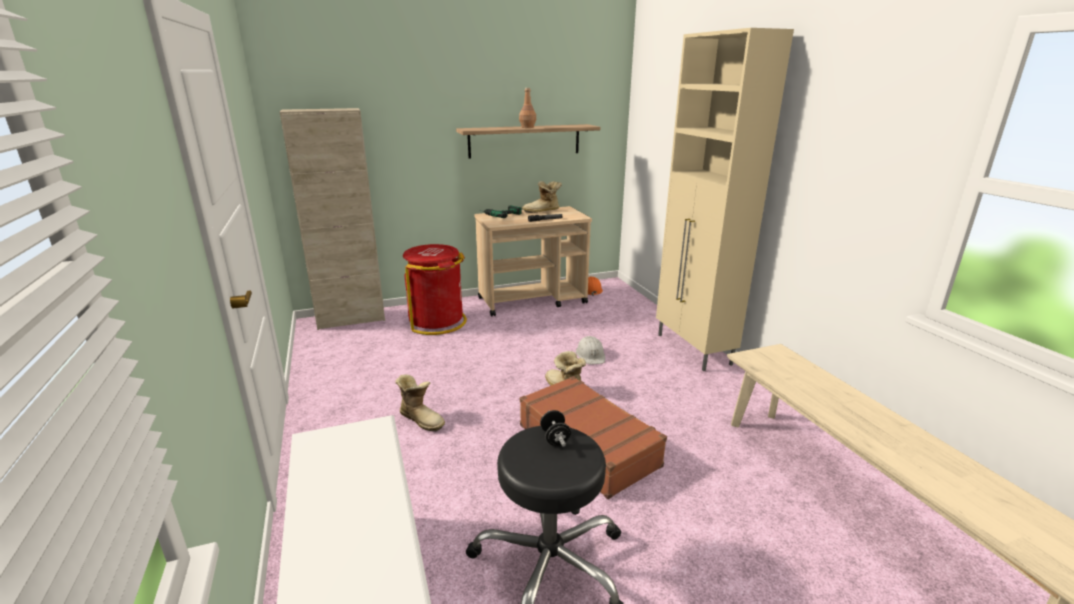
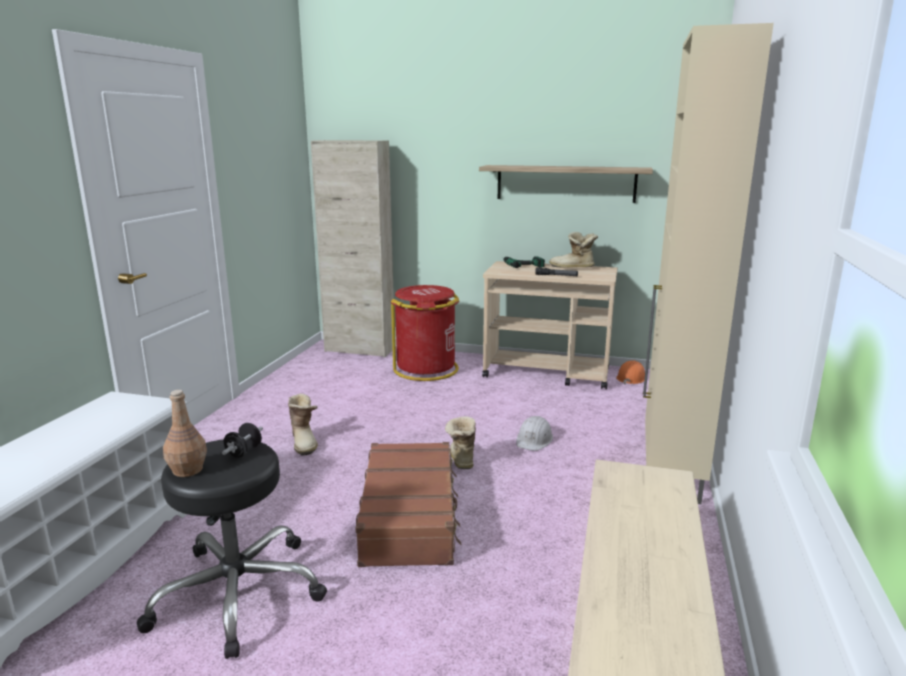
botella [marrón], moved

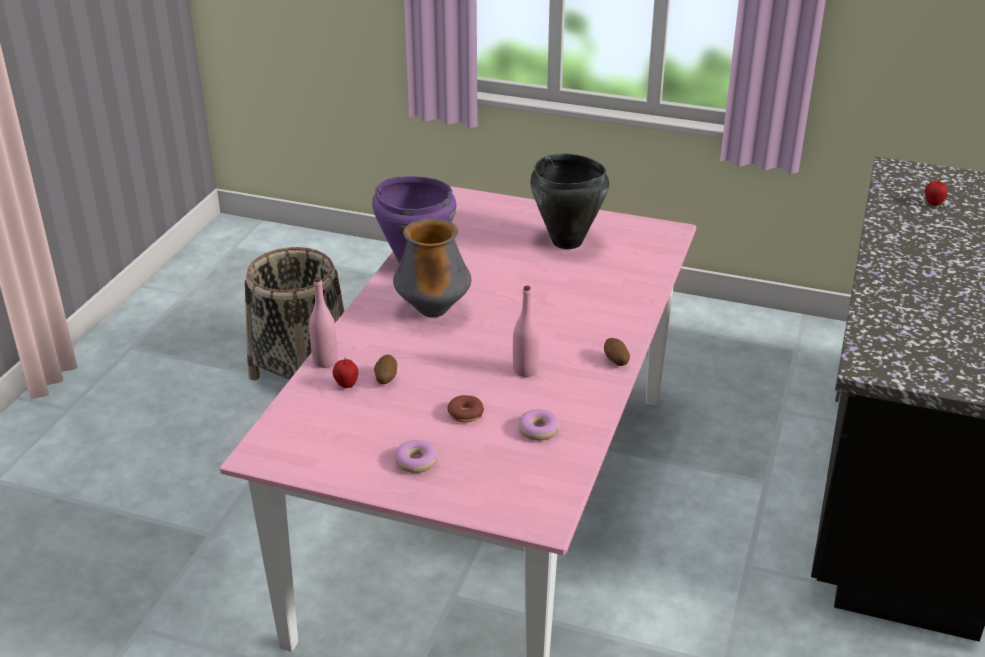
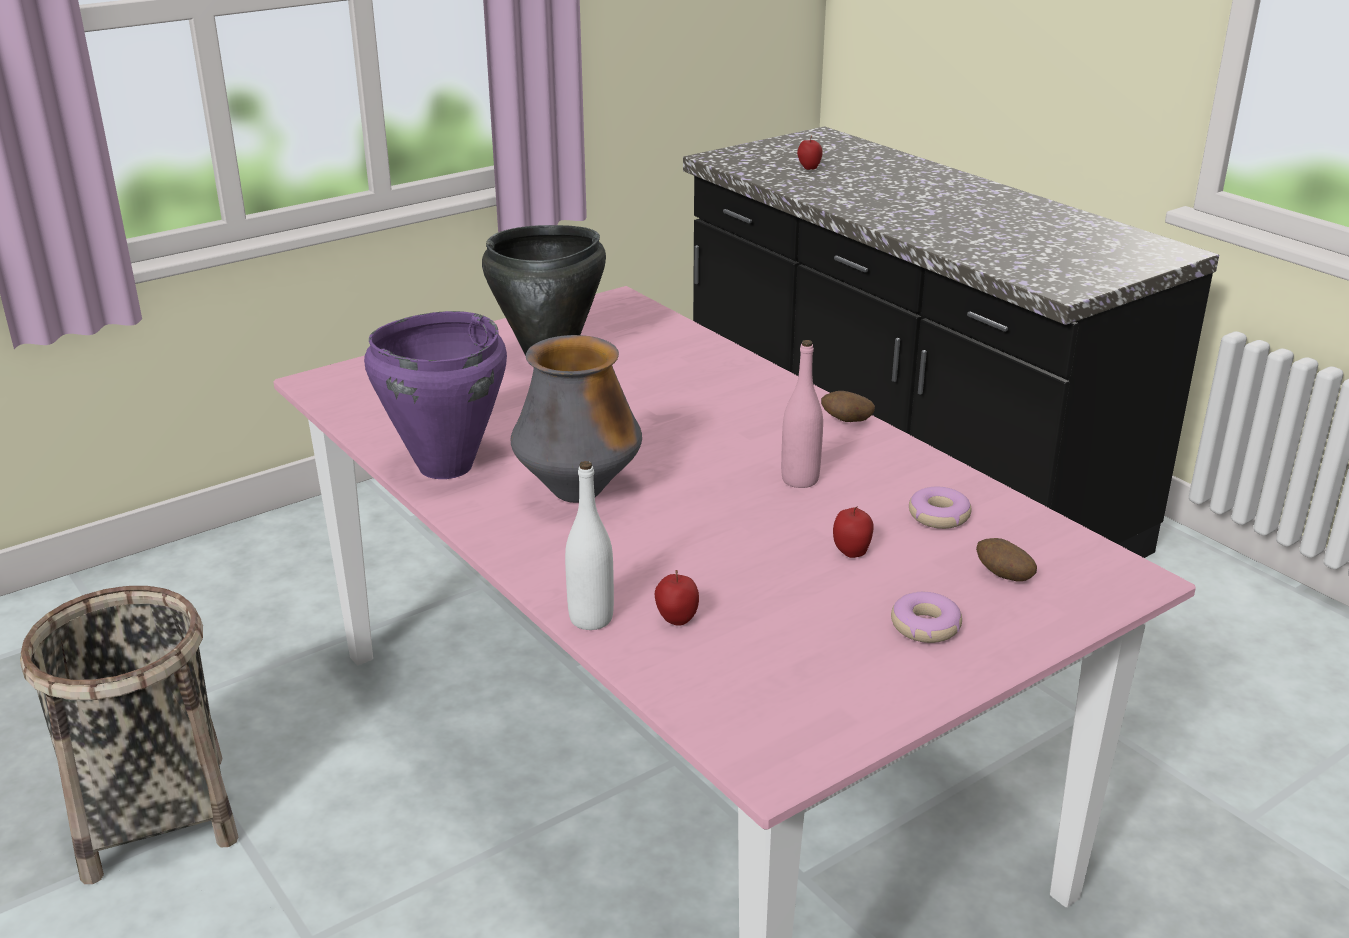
patata (1st from left in the first image) => patata (2nd from left), moved
rosquilla (2nd from left) => manzana (3rd from left)
botella [rosa] (1st from left) => botella [blanco]

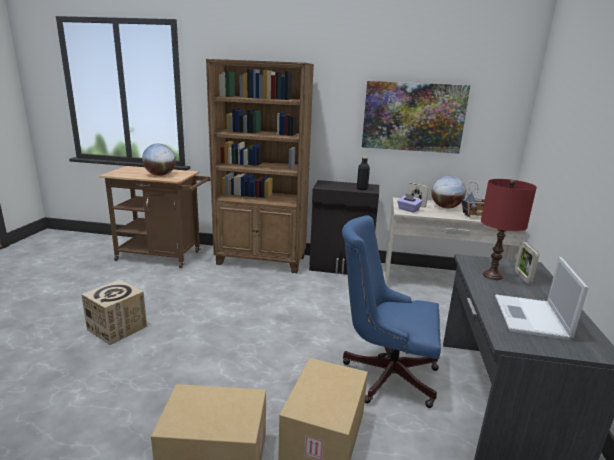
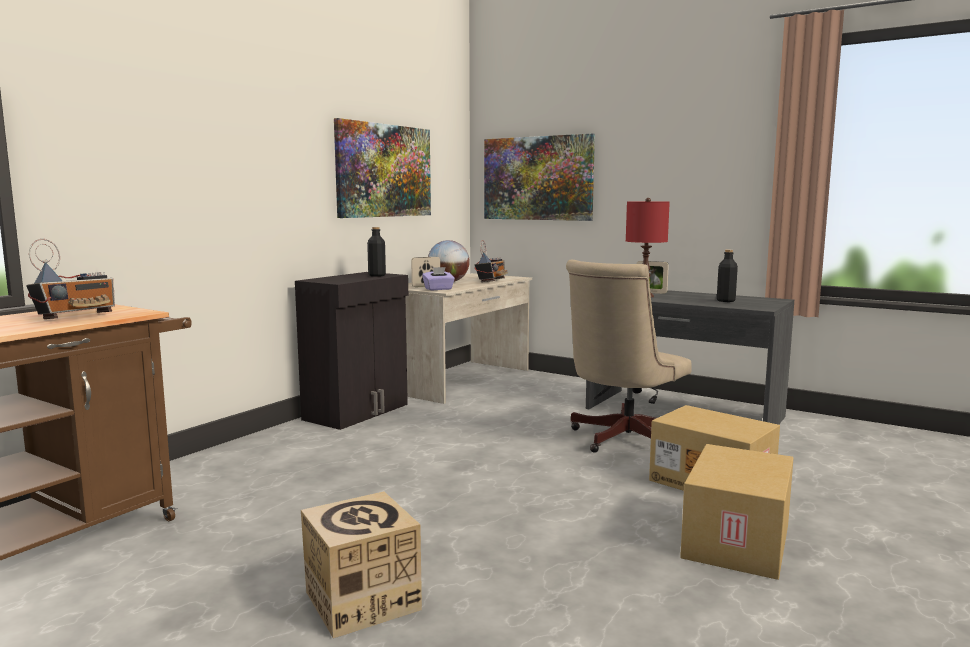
estantería [marrón] => nothing
nothing => cuadro (2nd from left)
globo terráqueo (1st from left) => radio (1st from left)
portátil => botella [negro] (2nd from left)
silla de oficina [azul] => silla de oficina [beis]

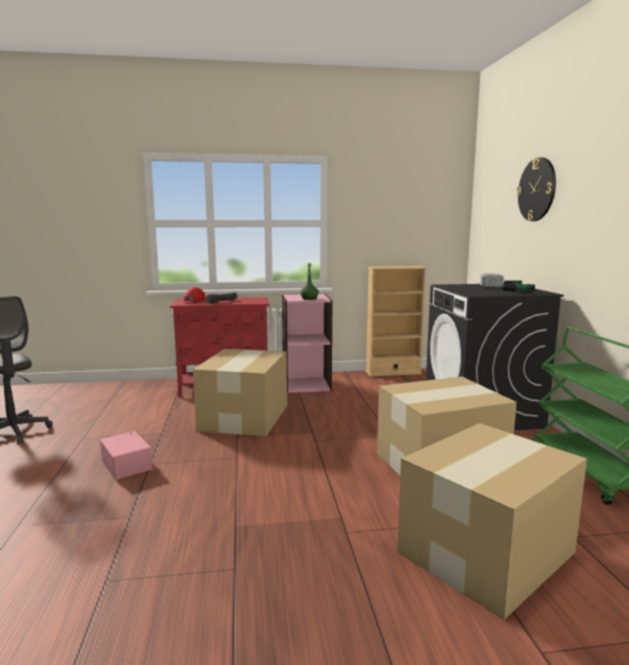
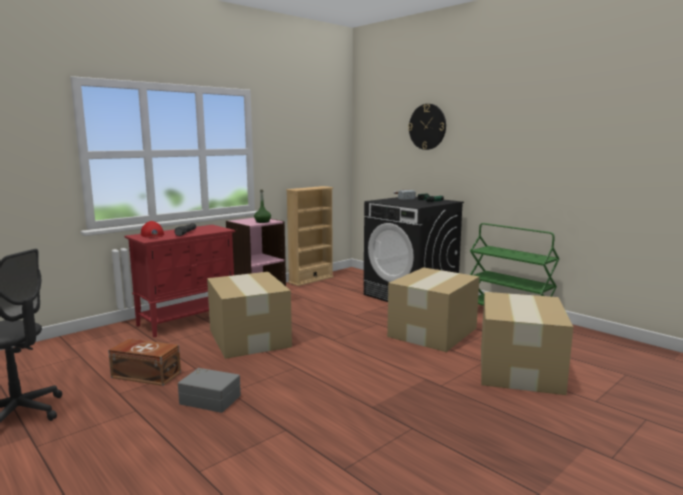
nothing => caja de almacenaje [marrón]
caja de almacenaje [rosa] => caja de almacenaje [gris]

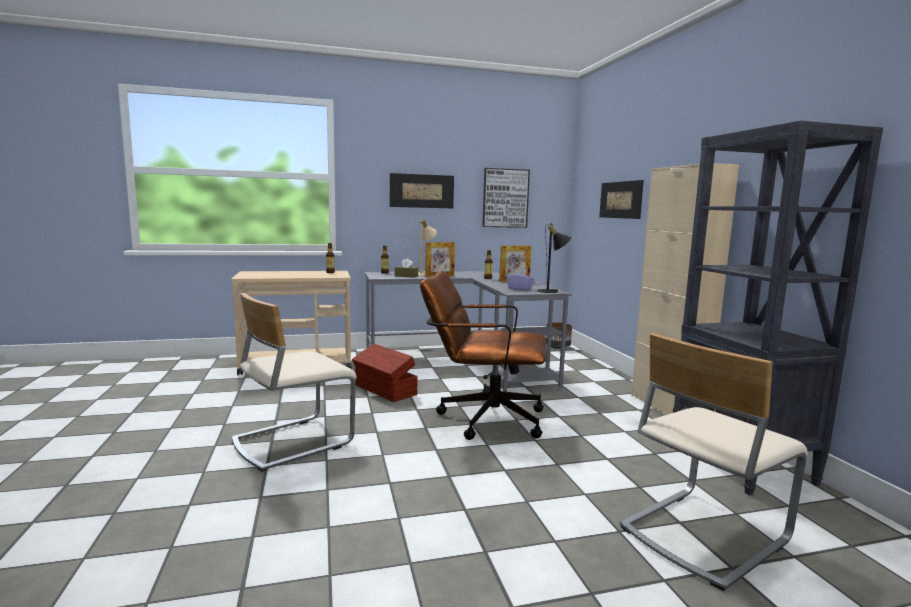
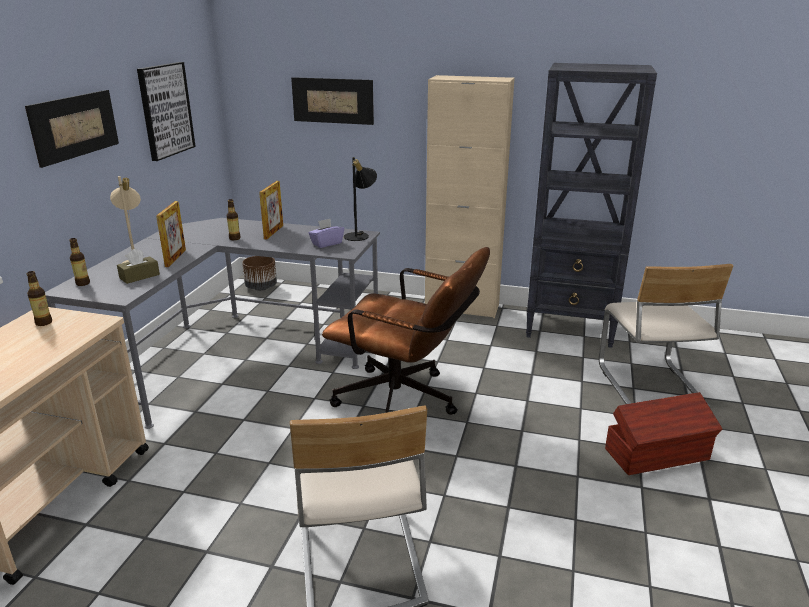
caja de almacenaje [marrón], moved
silla de oficina [marrón], 105 degrees counterclockwise

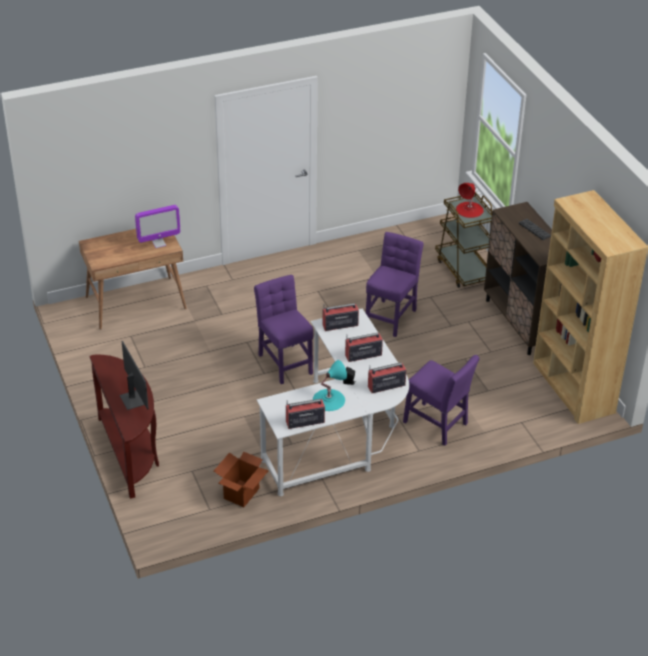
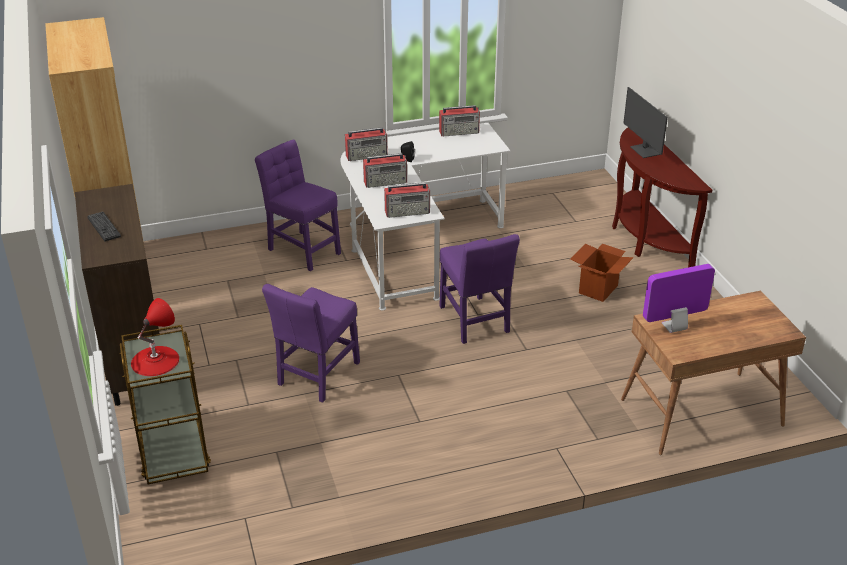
lámpara de mesa [turquesa] => nothing
caja de cartón, moved

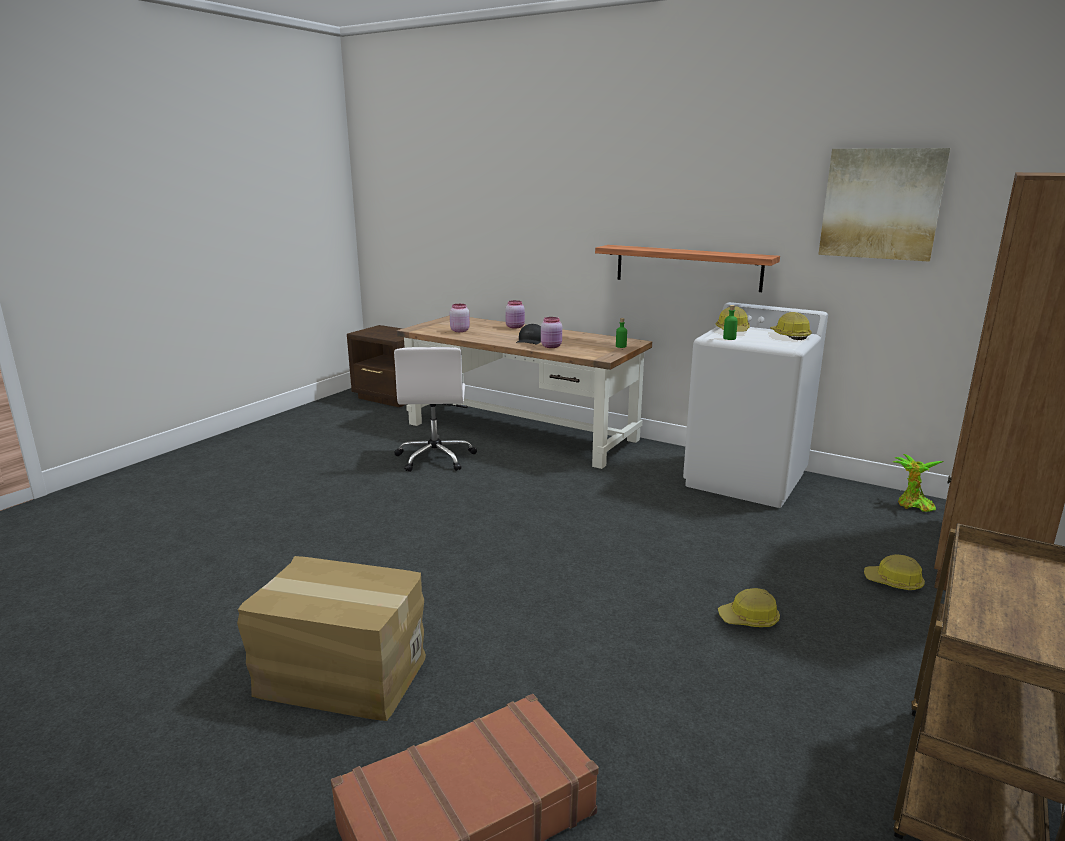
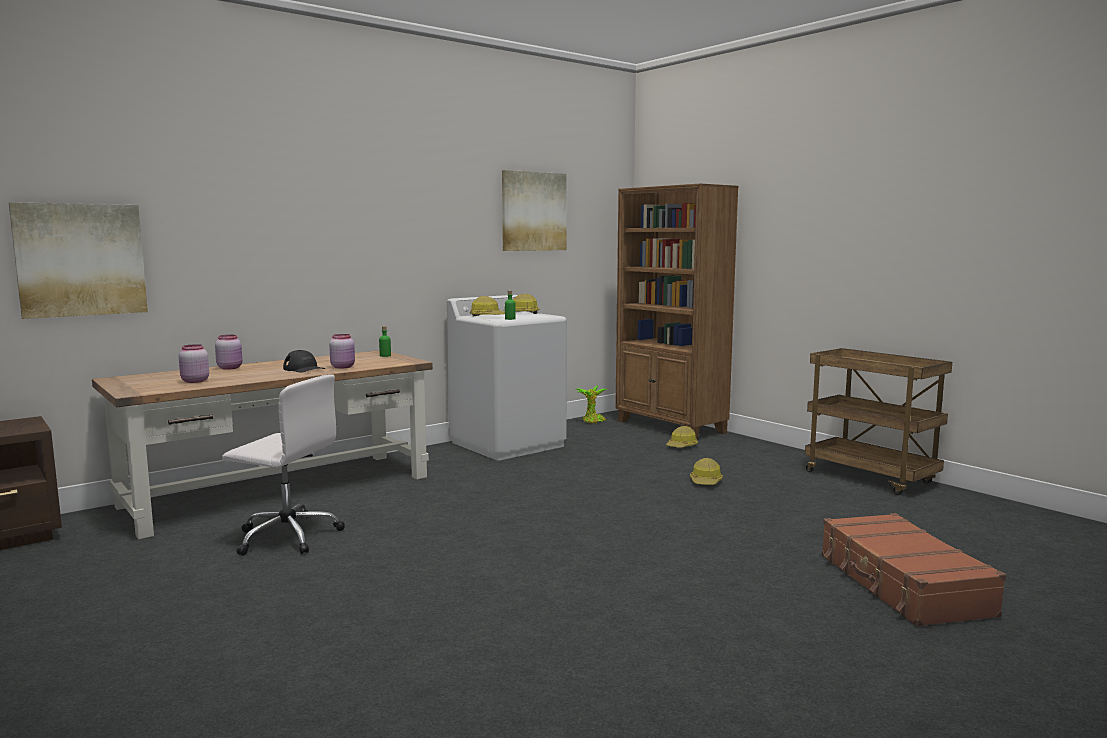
caja de cartón => nothing
estante => nothing
nothing => cuadro (1st from left)

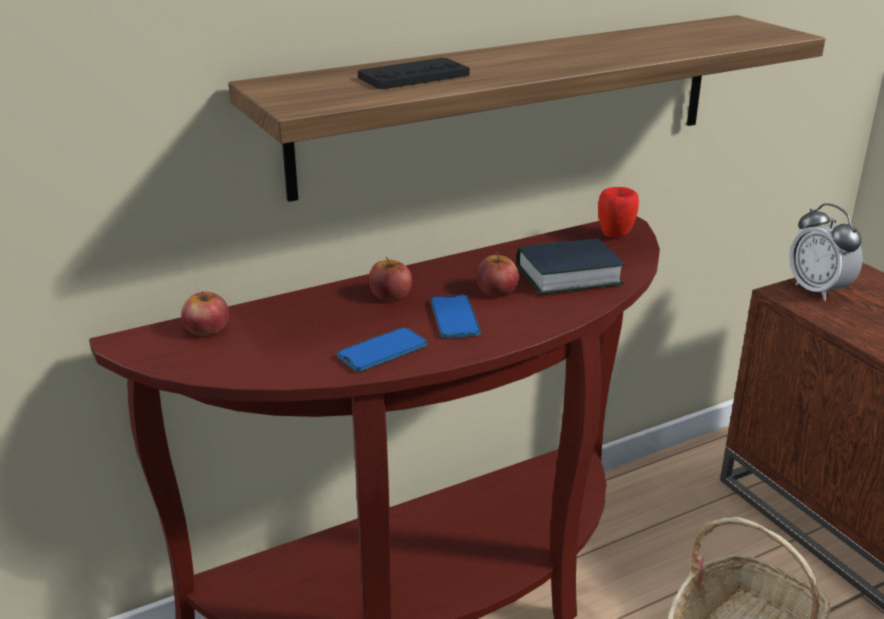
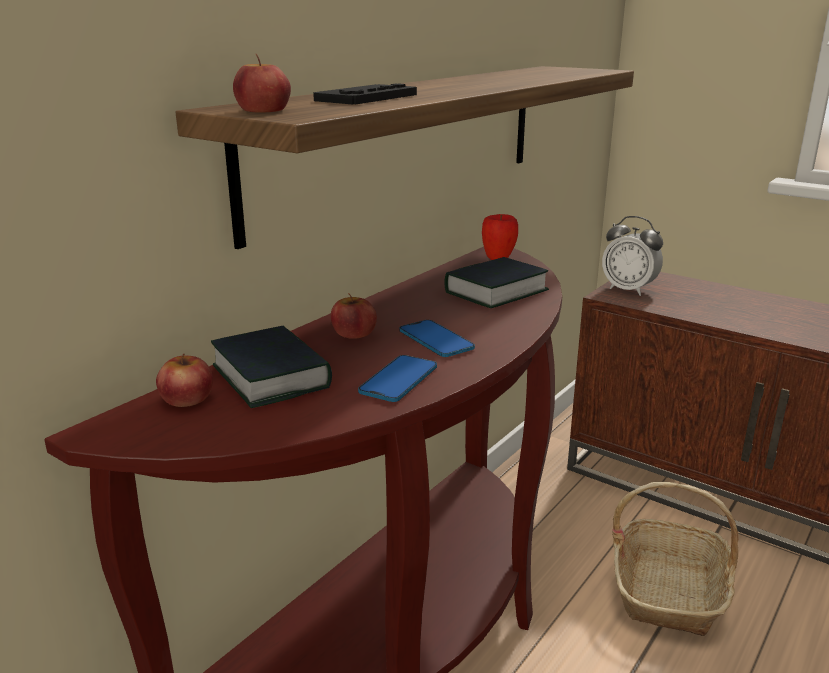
nothing => libro (1st from left)
manzana (3rd from left in the first image) => manzana (2nd from left), moved

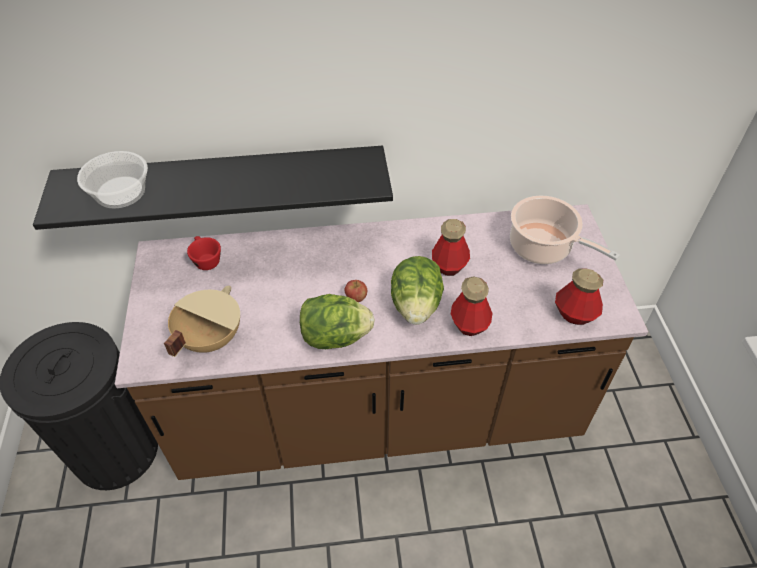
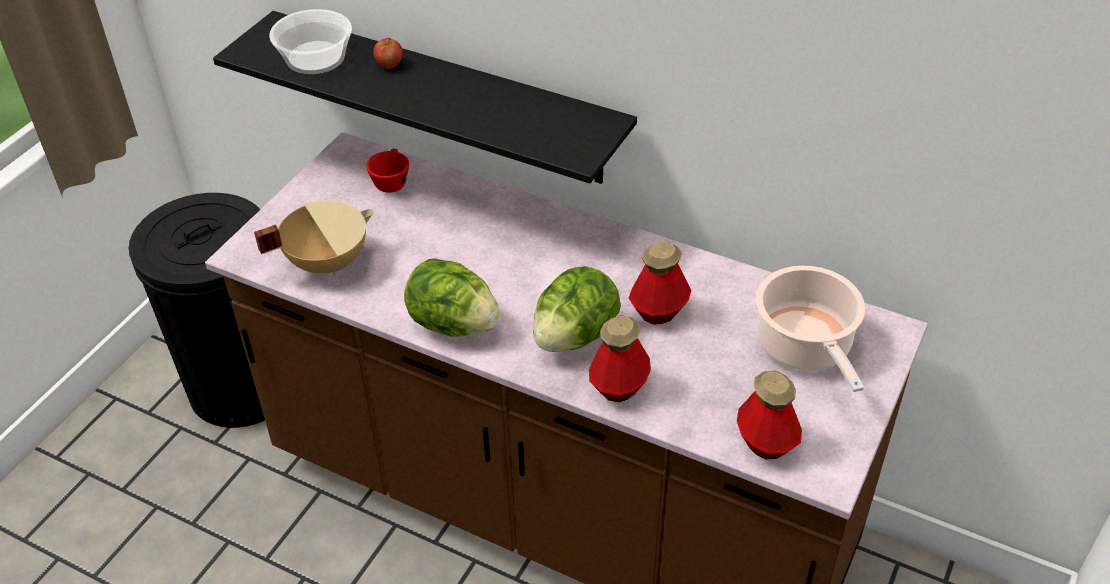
manzana, moved

